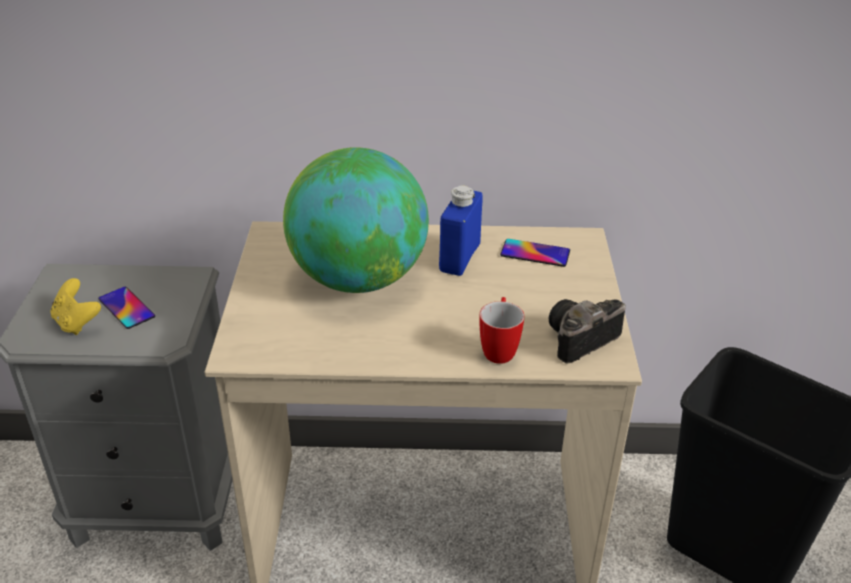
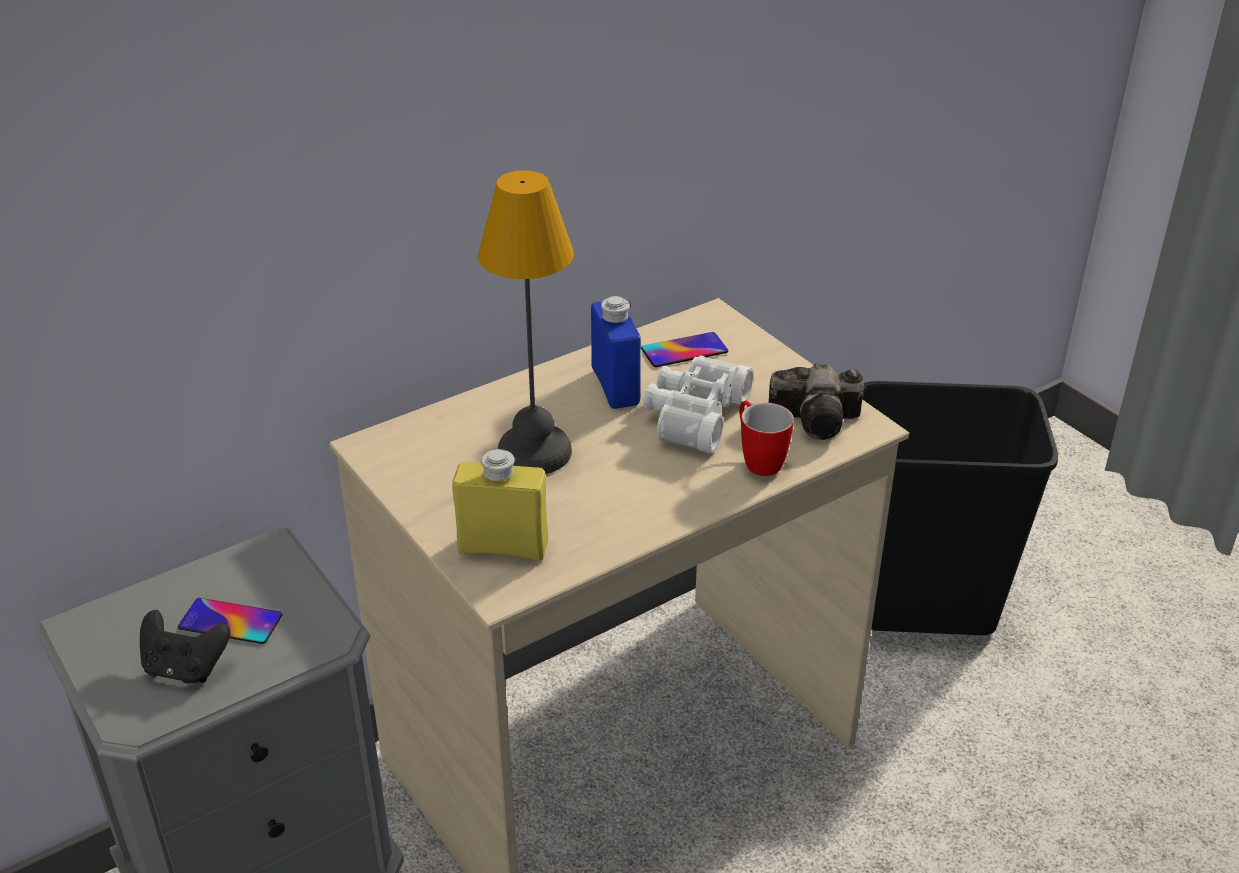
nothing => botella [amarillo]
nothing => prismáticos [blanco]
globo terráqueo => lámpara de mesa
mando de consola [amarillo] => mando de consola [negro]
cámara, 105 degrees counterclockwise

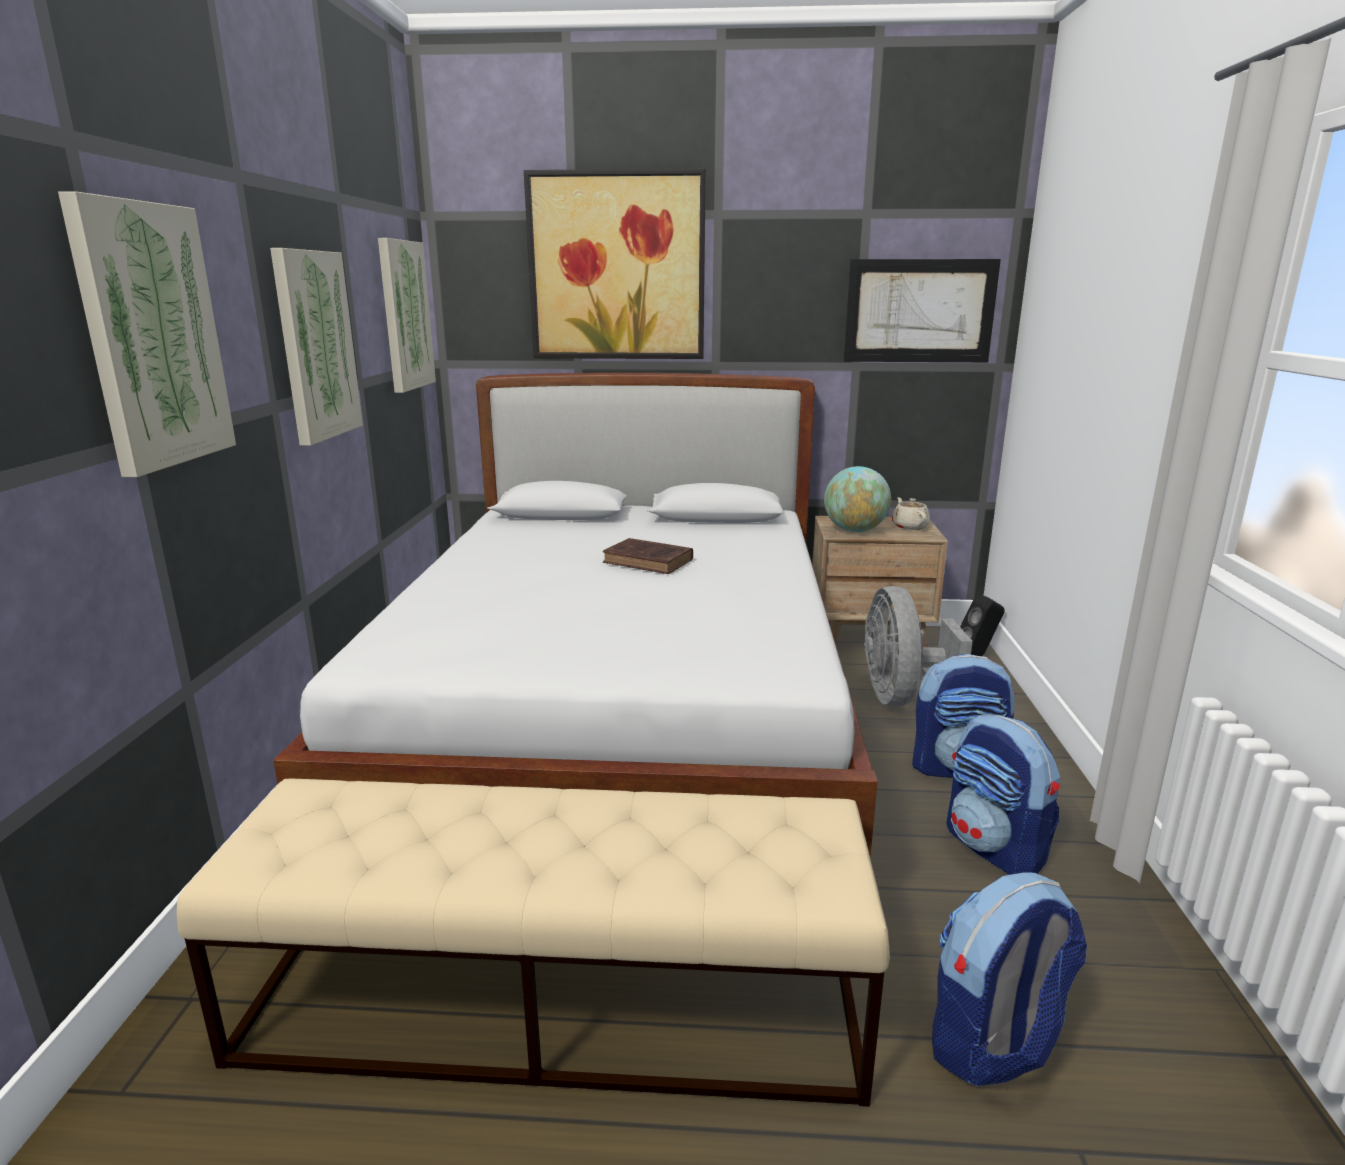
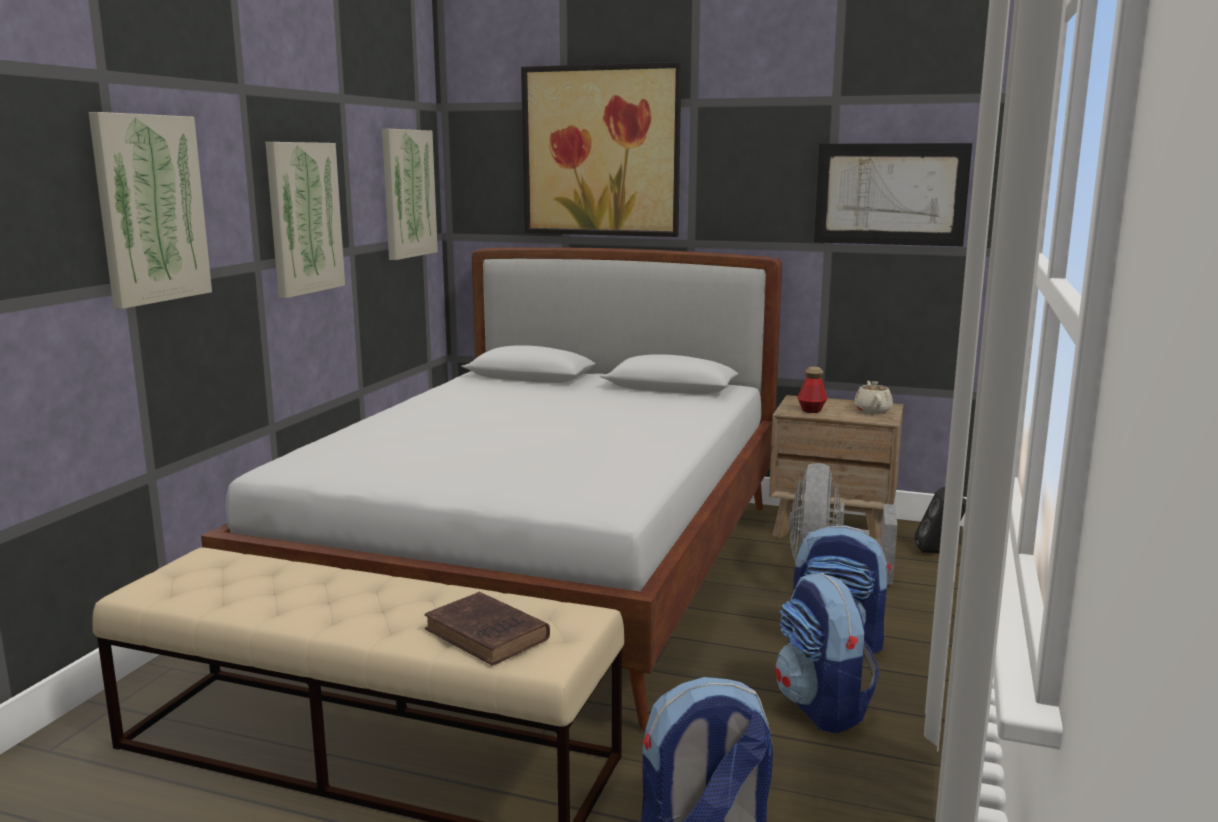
libro [marrón], moved
globo terráqueo => botella

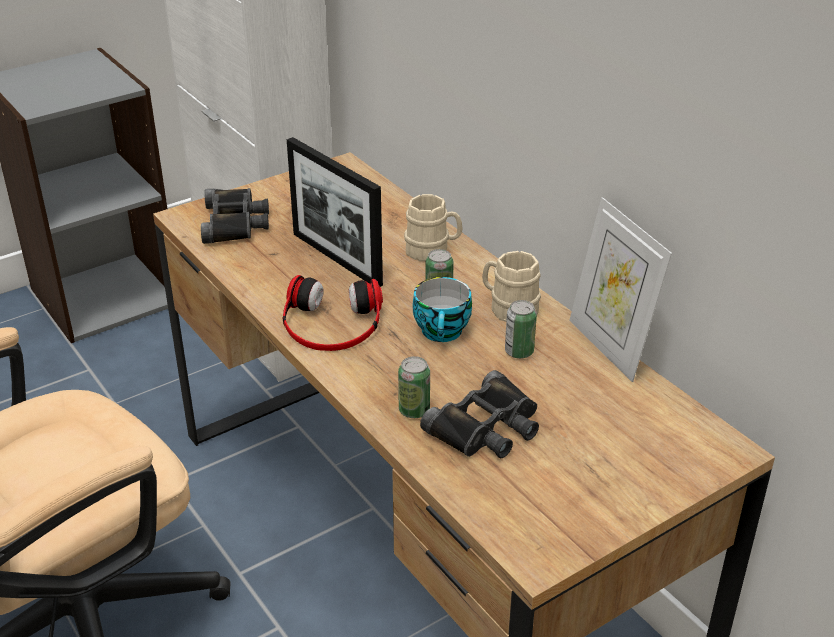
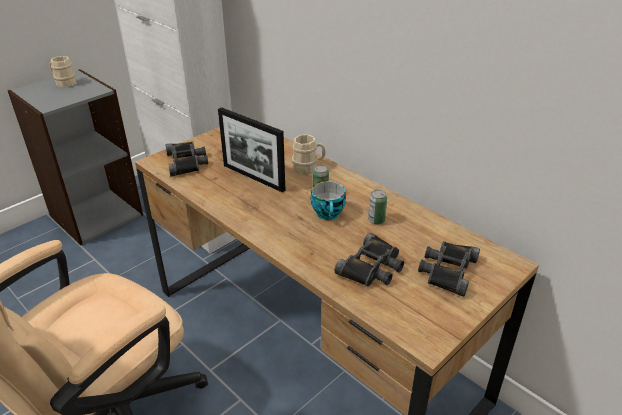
auriculares => nothing
lata (1st from left) => nothing
portarretratos (2nd from left) => nothing
nothing => prismáticos [negro] (3rd from left)
taza grande [beis] (2nd from left in the first image) => taza grande [beis] (1st from left), moved

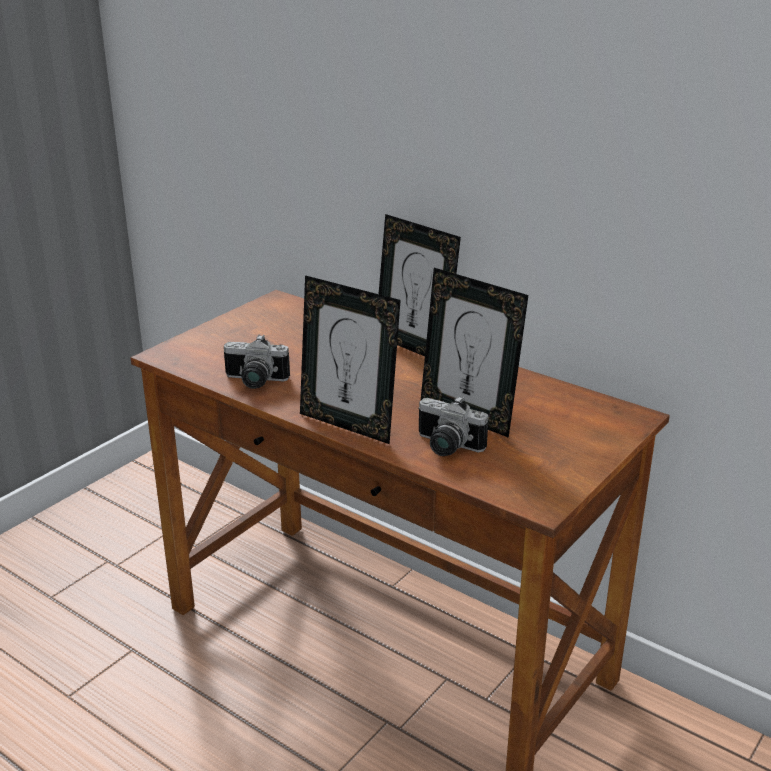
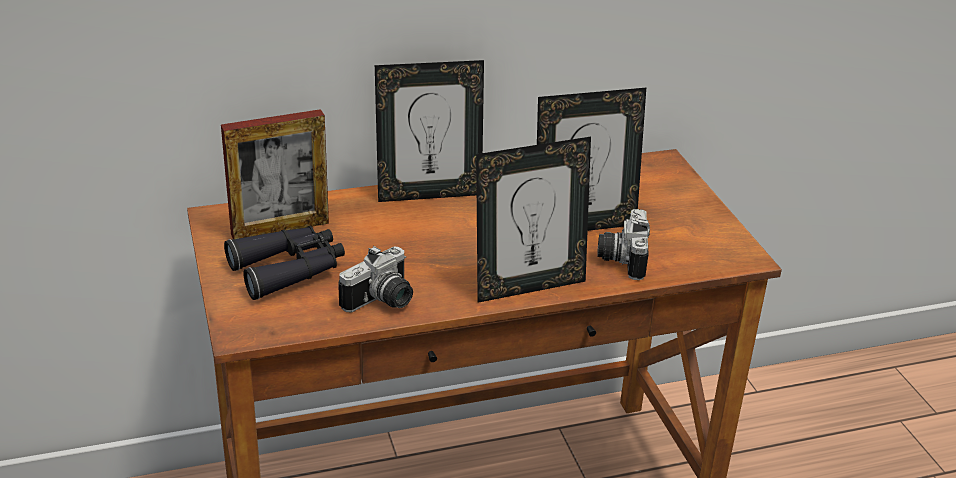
nothing => portarretratos (1st from left)
nothing => prismáticos [negro]
cámara (2nd from left), 120 degrees clockwise

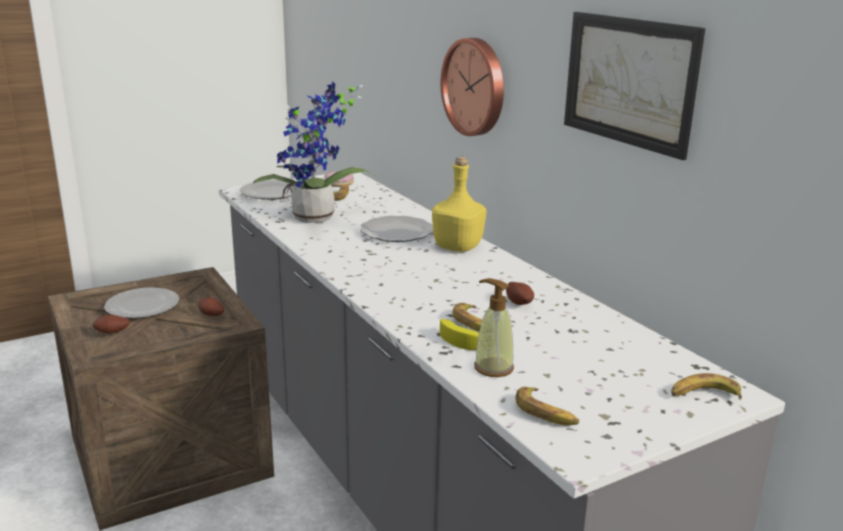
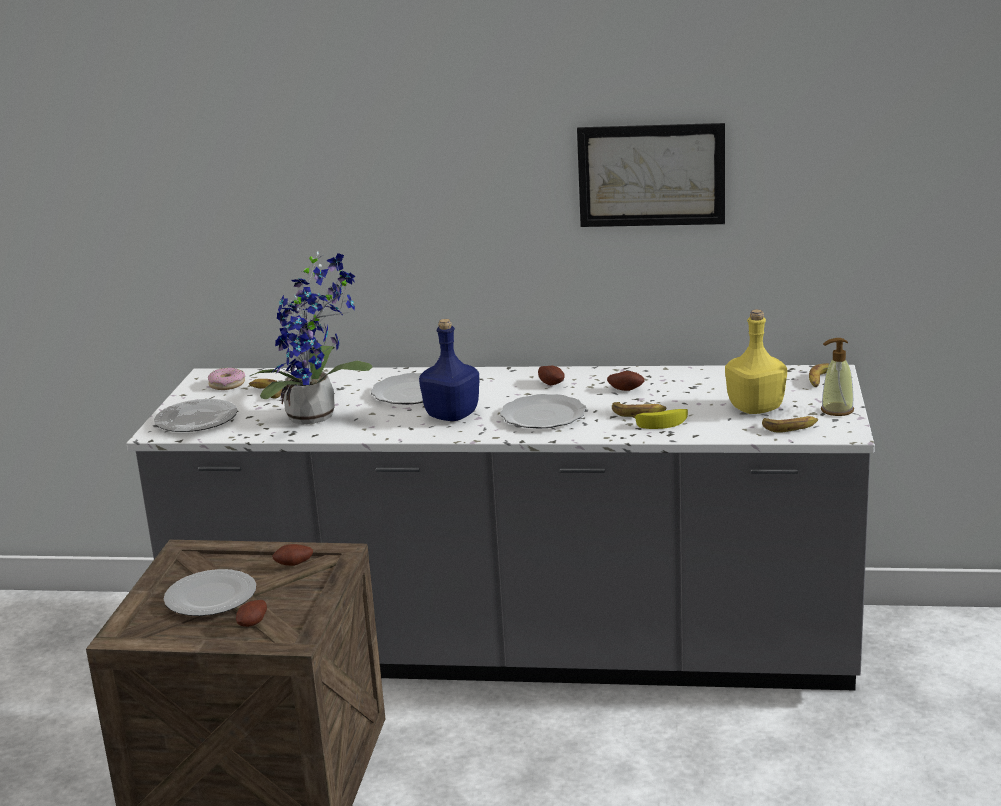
reloj de pared => nothing
nothing => botella [azul]
nothing => plato (4th from left)
nothing => patata (3rd from left)
botella [amarillo], moved
dispensador de jabón, moved

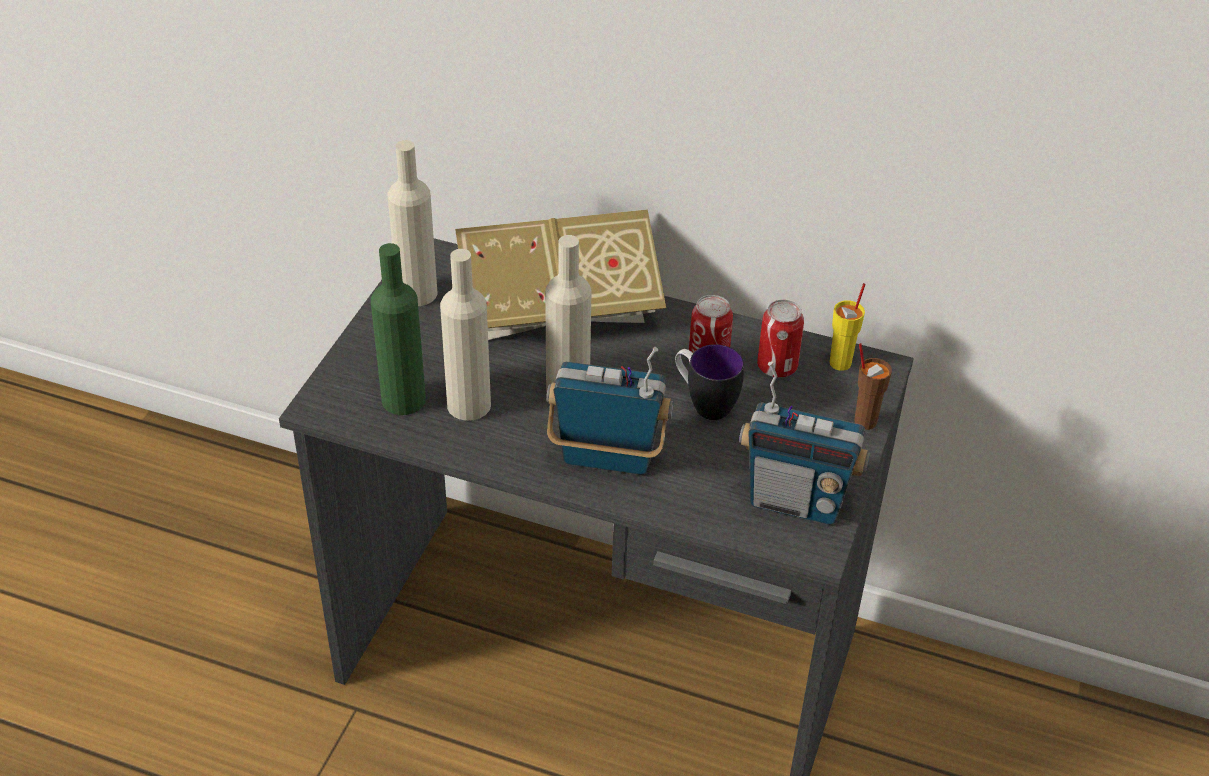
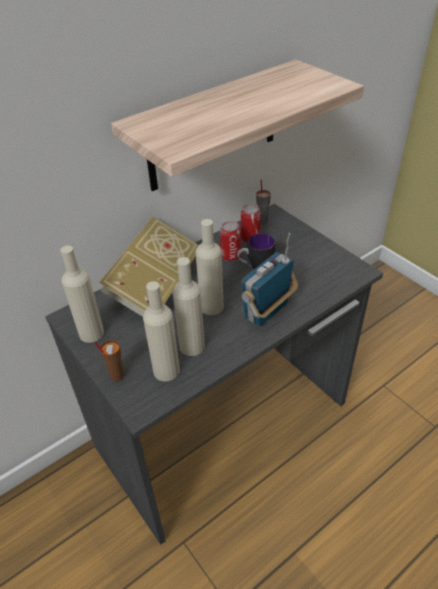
radio (2nd from left) => nothing
nothing => estante
taza [marrón], moved
botella [verde] => botella [beis] (2nd from left)
taza [amarillo] => taza [gris]

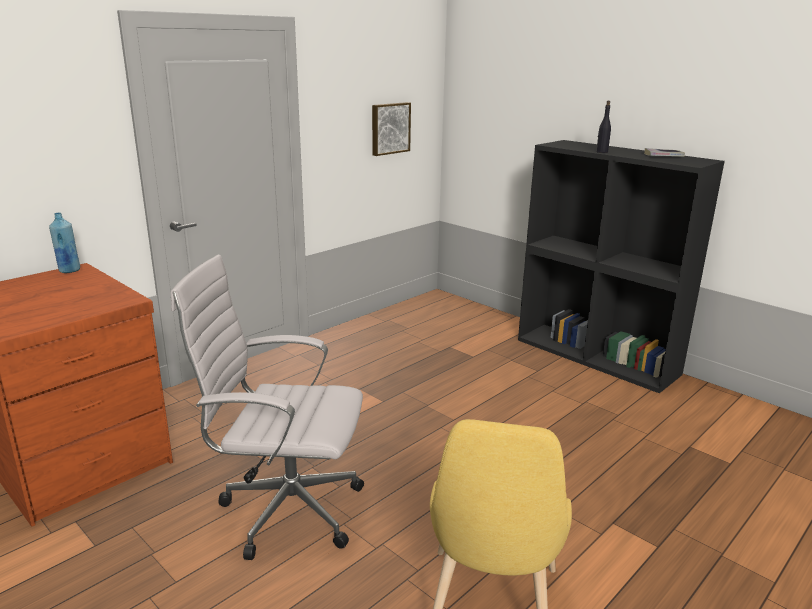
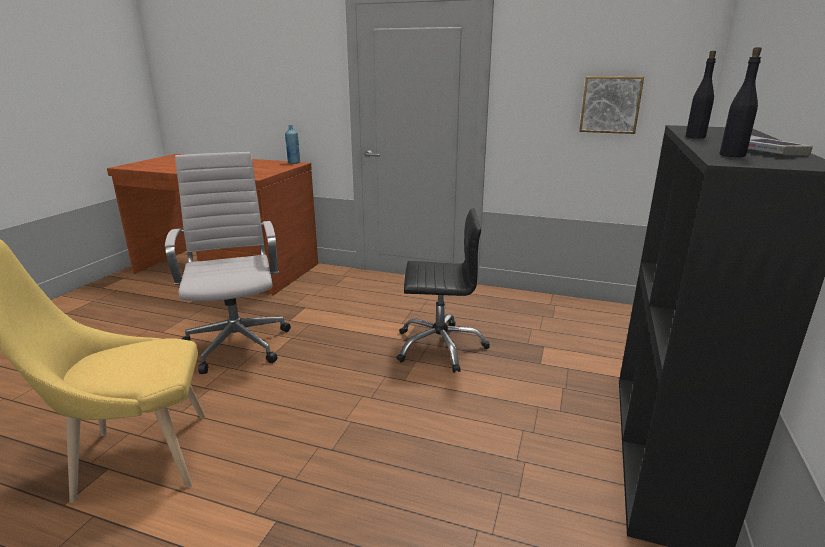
nothing => silla de oficina [negro]
nothing => botella [negro] (2nd from left)

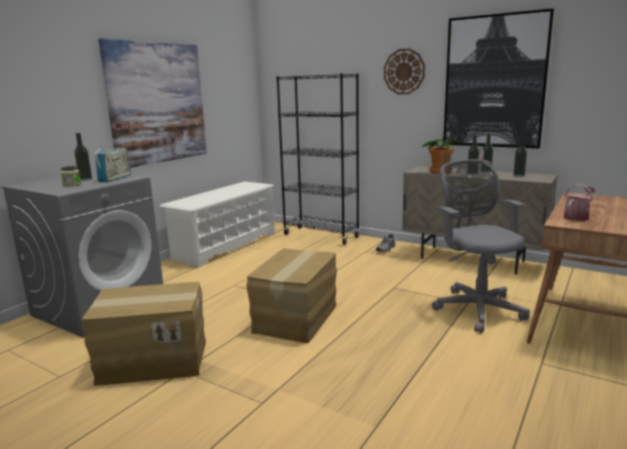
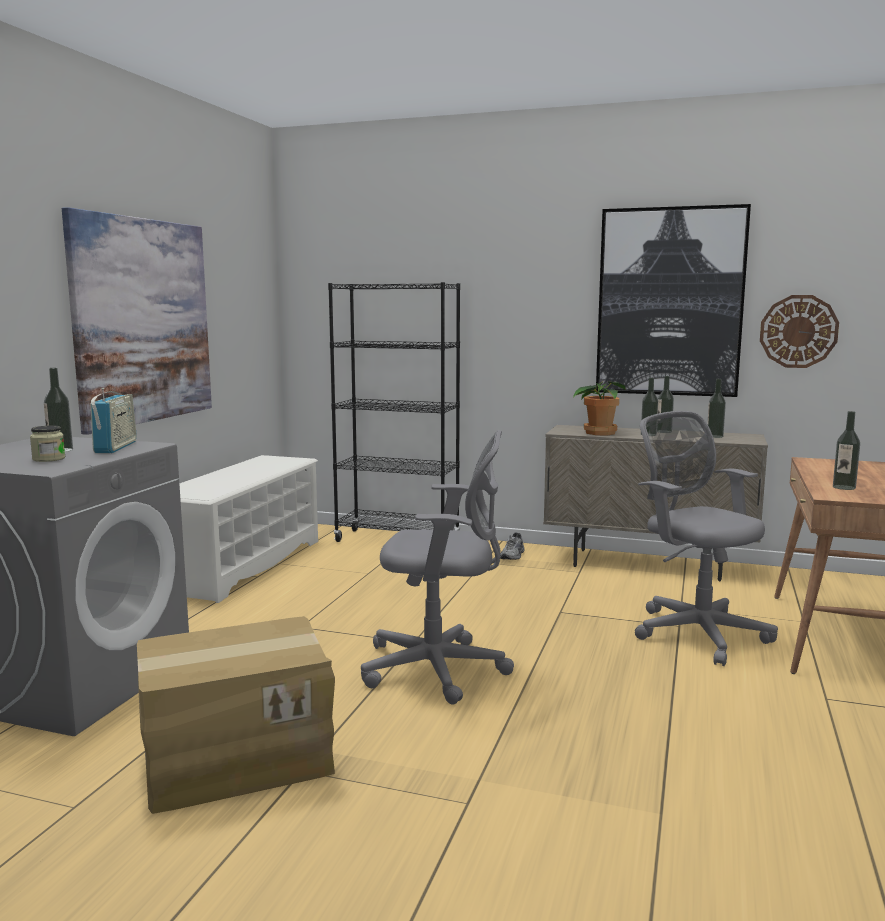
reloj de pared, moved
caja de cartón (2nd from left) => silla de oficina [gris] (1st from left)
regadera => botella (5th from left)

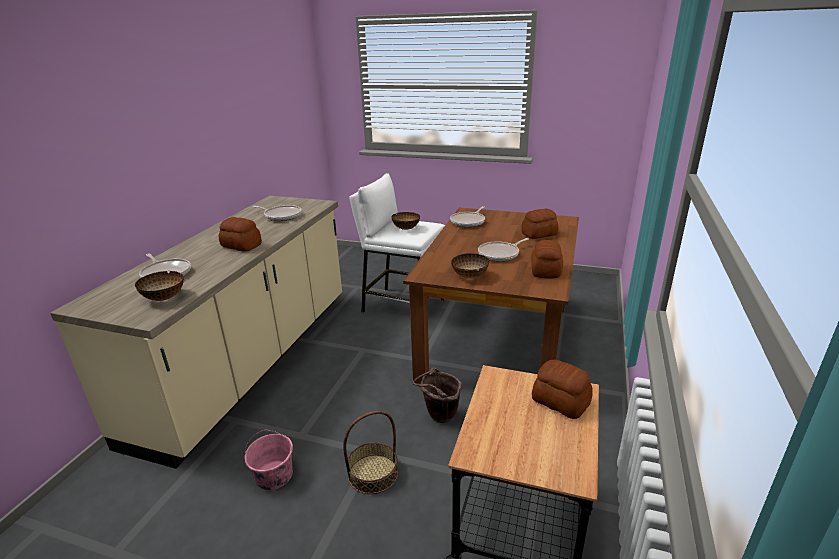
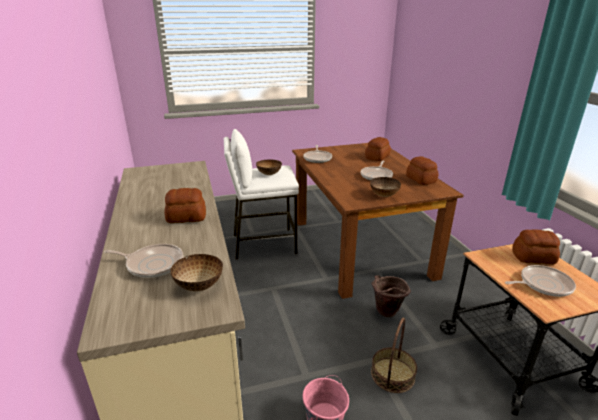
sartén (2nd from left in the first image) => sartén (4th from left), moved

